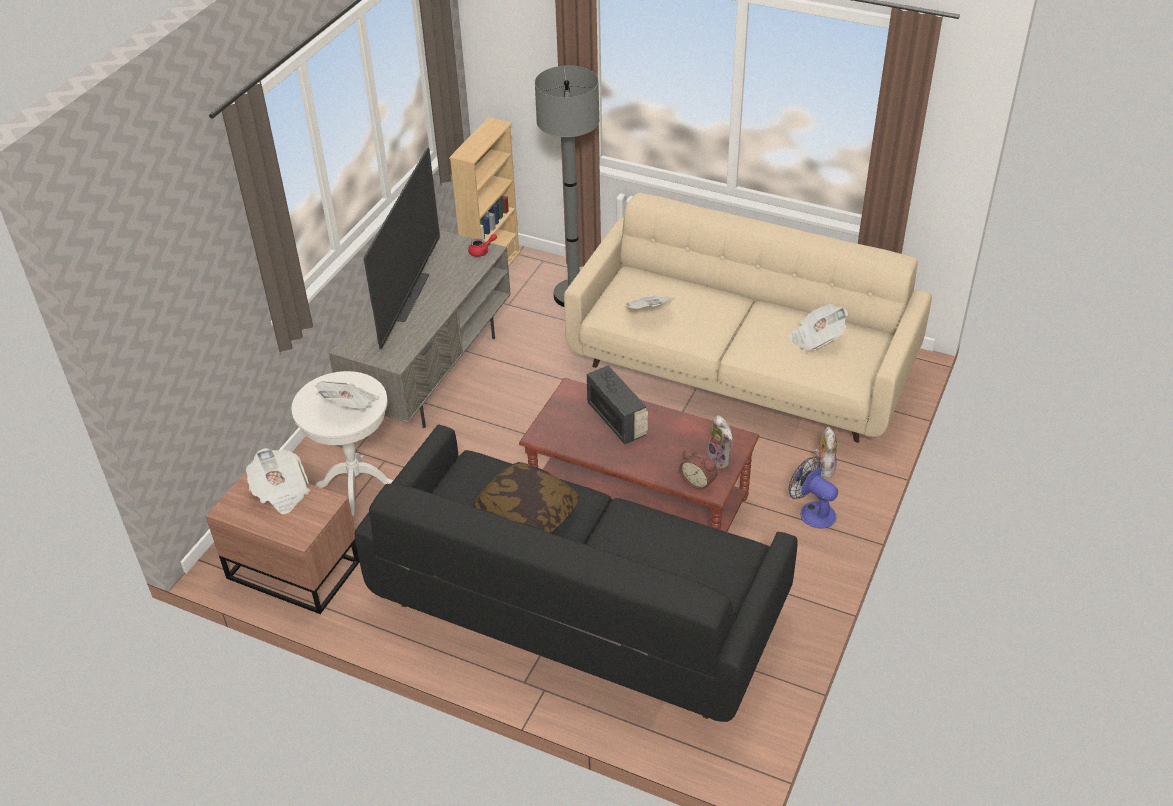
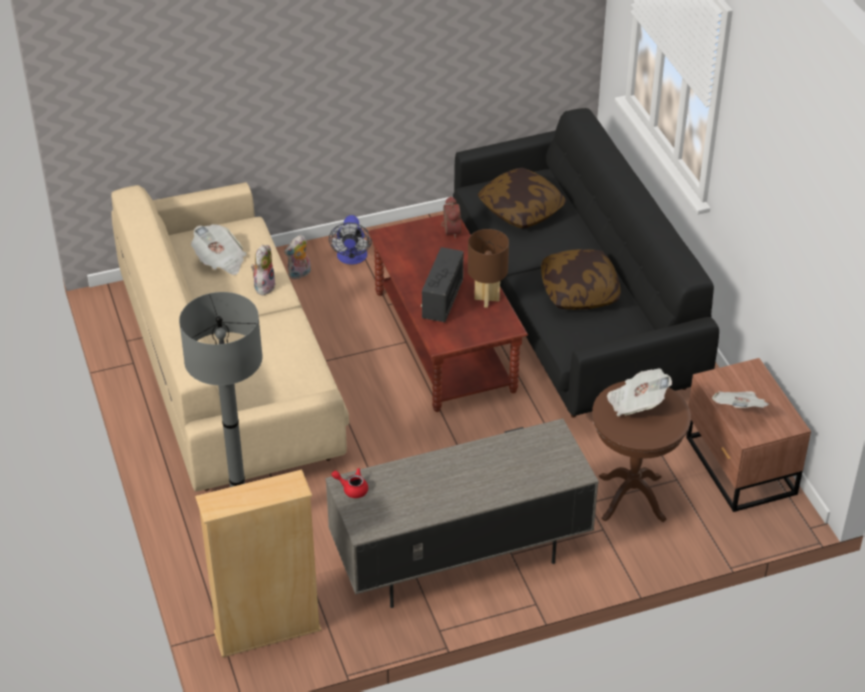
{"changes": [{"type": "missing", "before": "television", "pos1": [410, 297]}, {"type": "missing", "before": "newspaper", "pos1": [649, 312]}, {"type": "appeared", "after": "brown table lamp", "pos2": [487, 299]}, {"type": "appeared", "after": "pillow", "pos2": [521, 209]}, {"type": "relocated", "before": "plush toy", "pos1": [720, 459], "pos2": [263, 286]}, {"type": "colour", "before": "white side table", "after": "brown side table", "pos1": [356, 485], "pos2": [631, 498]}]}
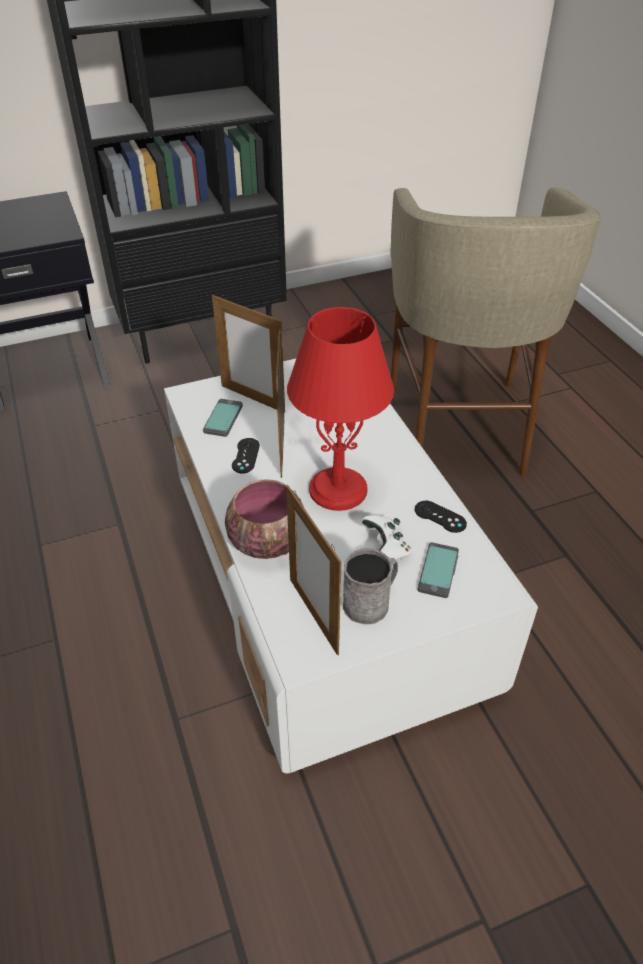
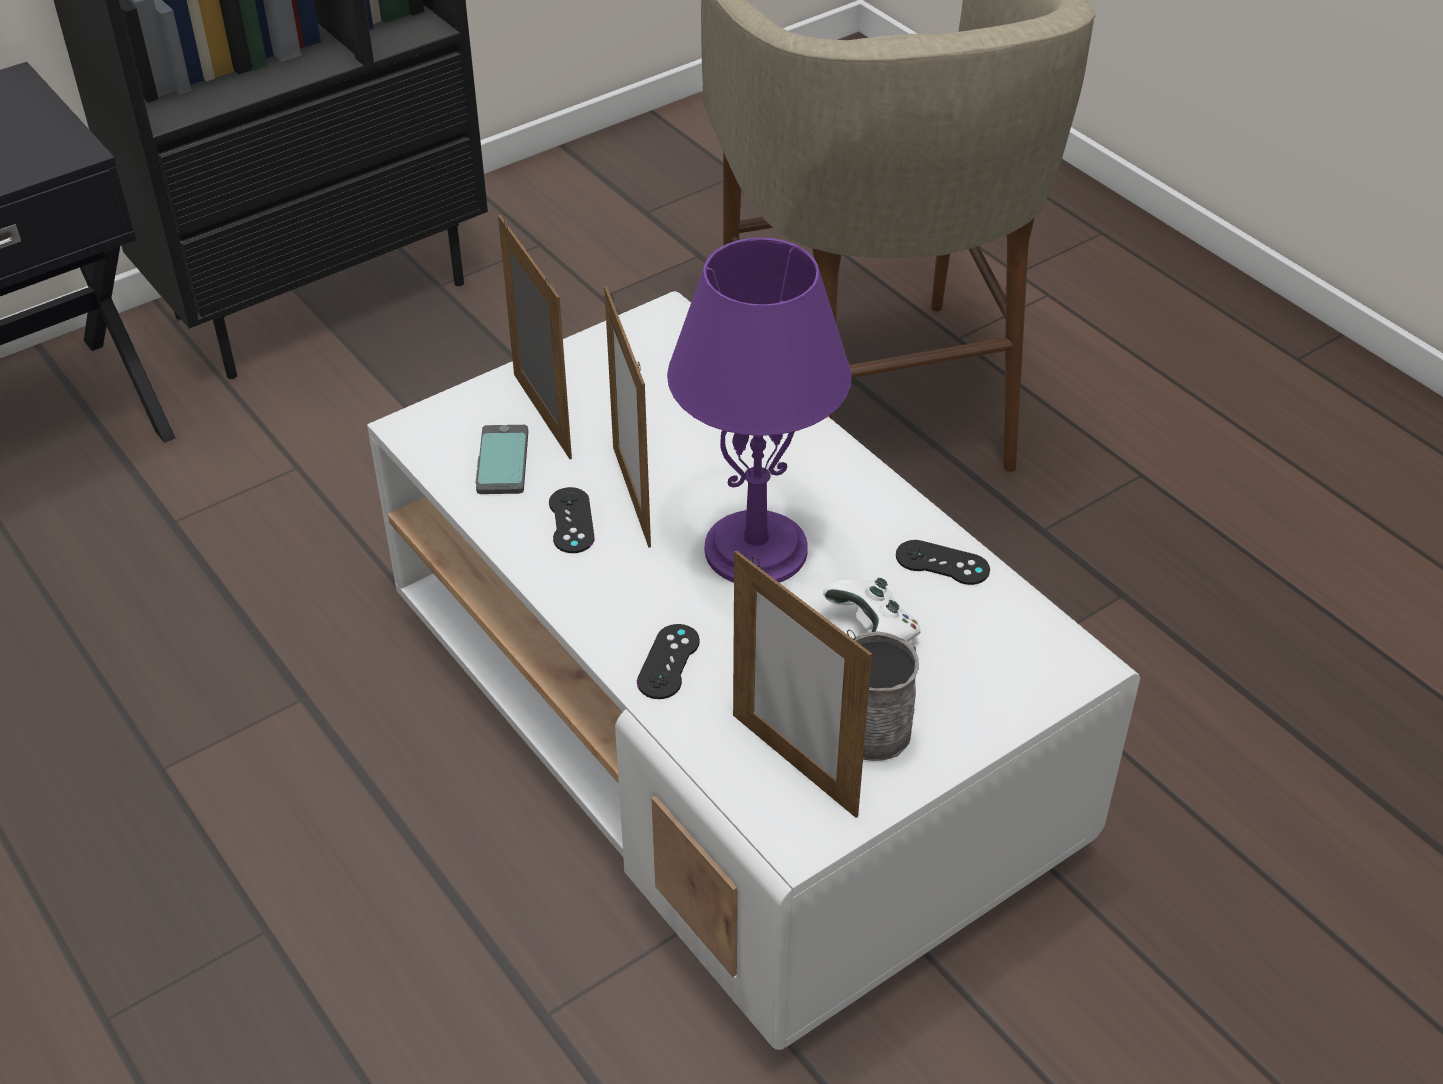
{"changes": [{"type": "missing", "before": "phone", "pos1": [438, 571]}, {"type": "exchanged", "before": "bowl", "after": "black game controller", "pos1": [266, 542], "pos2": [668, 662]}, {"type": "colour", "before": "red table lamp", "after": "purple table lamp", "pos1": [337, 490], "pos2": [755, 550]}, {"type": "spun", "before": "picture frame", "pos1": [253, 398], "pos2": [541, 415], "turn": -135}]}
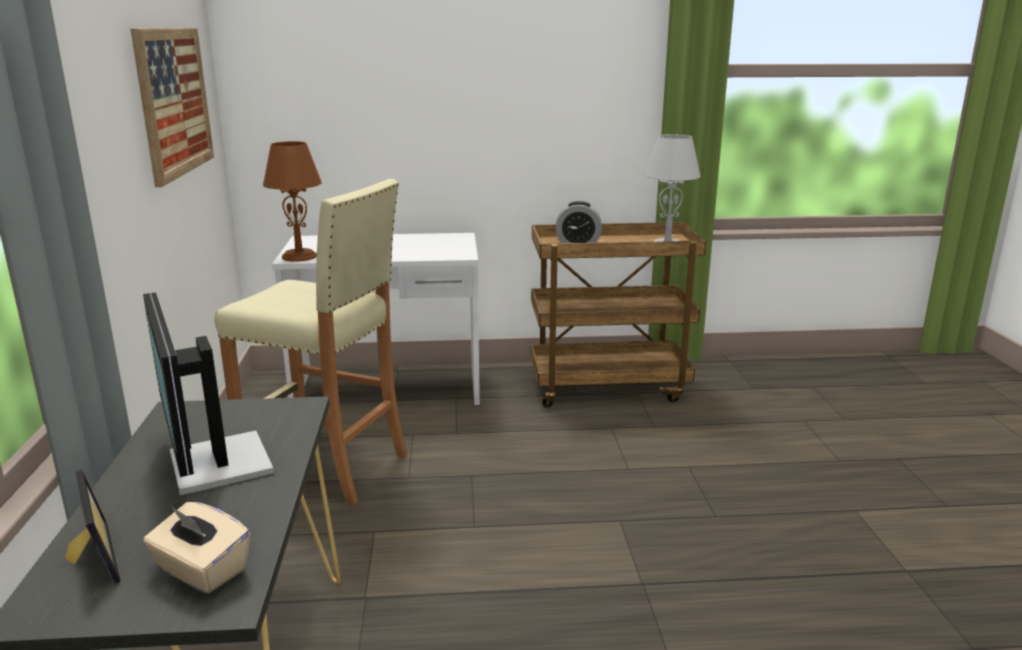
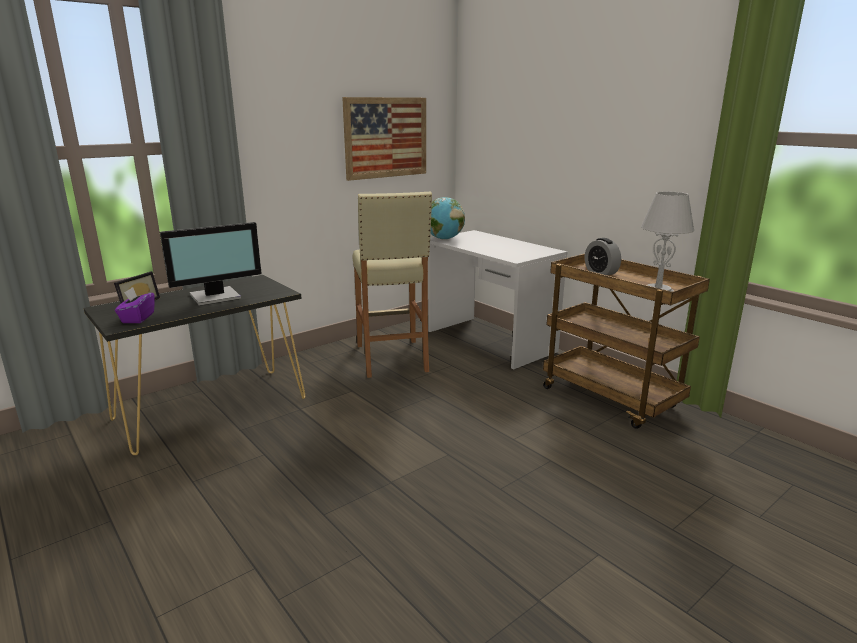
{"changes": [{"type": "exchanged", "before": "brown table lamp", "after": "globe", "pos1": [299, 257], "pos2": [444, 239]}, {"type": "colour", "before": "beige tissue box", "after": "purple tissue box", "pos1": [201, 571], "pos2": [137, 318]}, {"type": "spun", "before": "monitor", "pos1": [215, 465], "pos2": [216, 297], "turn": -150}]}
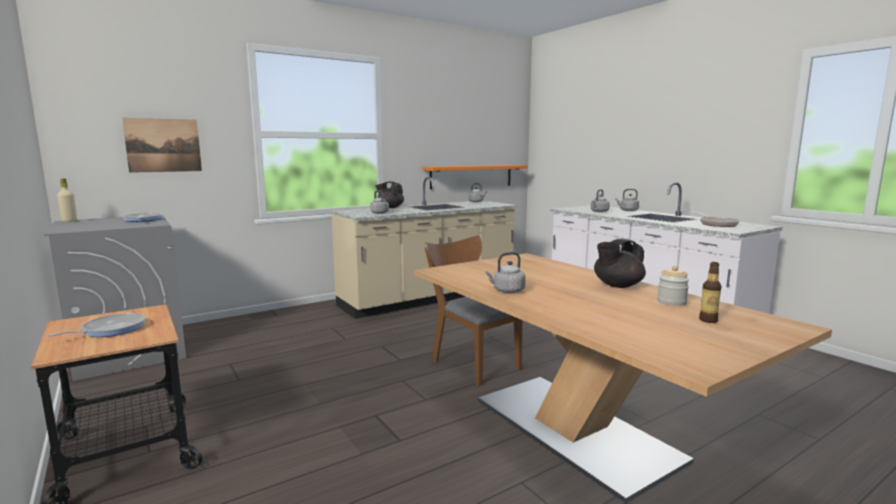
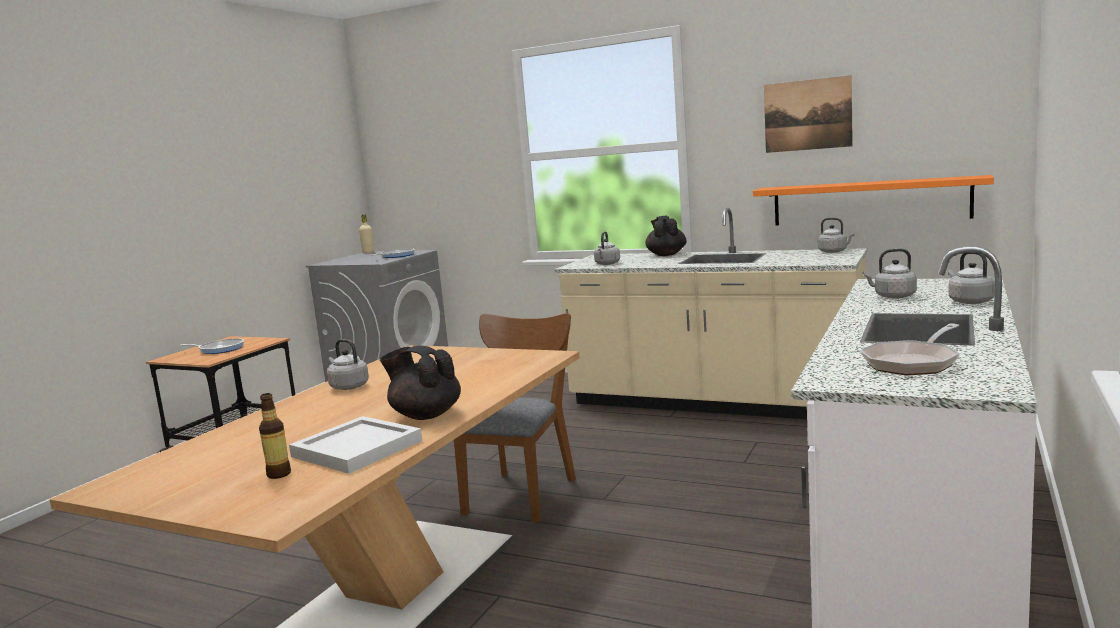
{"changes": [{"type": "relocated", "before": "picture", "pos1": [163, 145], "pos2": [807, 115]}, {"type": "exchanged", "before": "jar", "after": "white tray", "pos1": [671, 302], "pos2": [359, 448]}]}
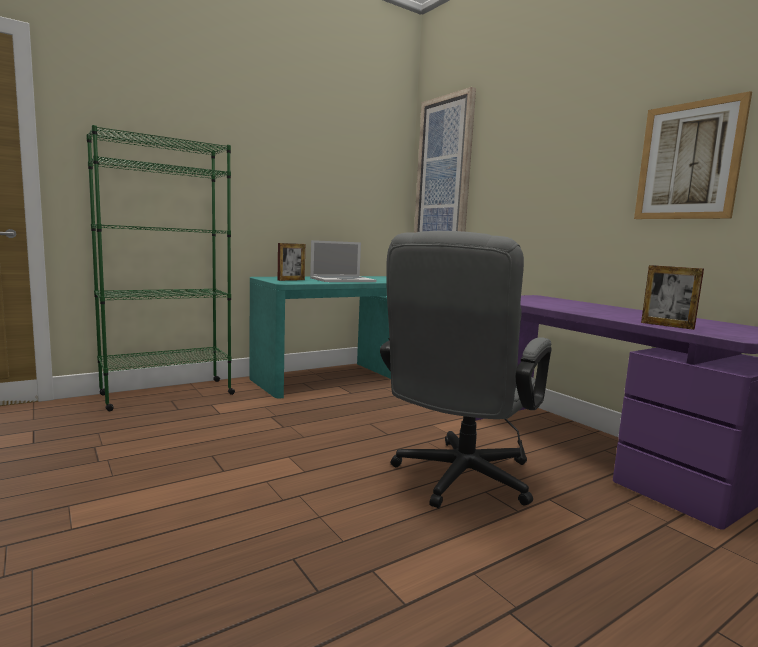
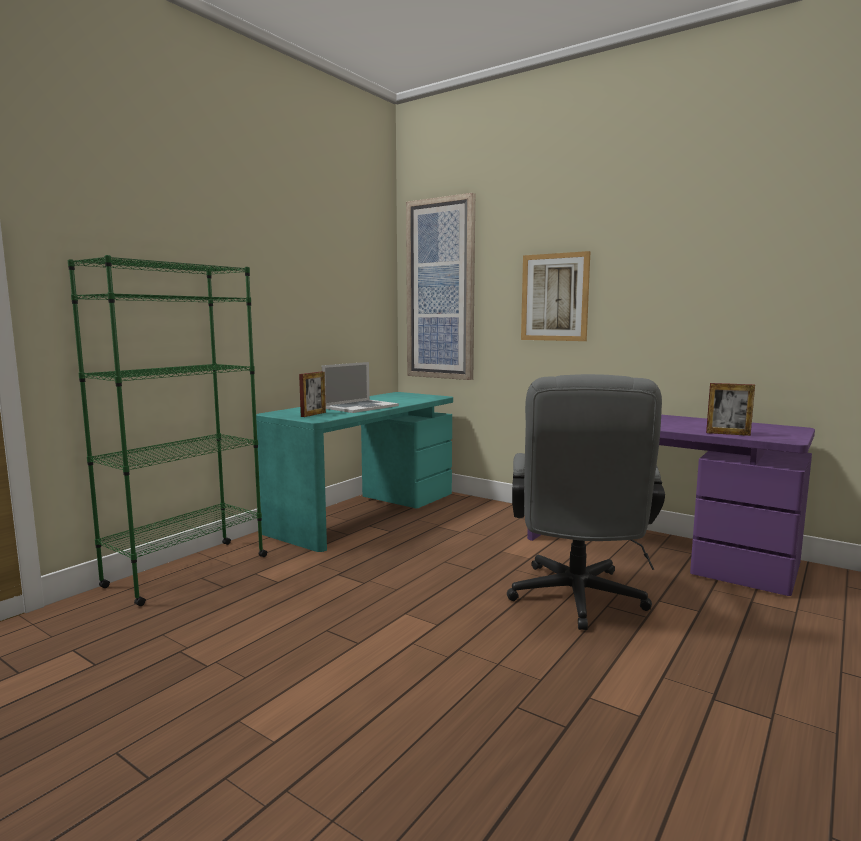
{"changes": [{"type": "relocated", "before": "picture", "pos1": [688, 161], "pos2": [554, 297]}]}
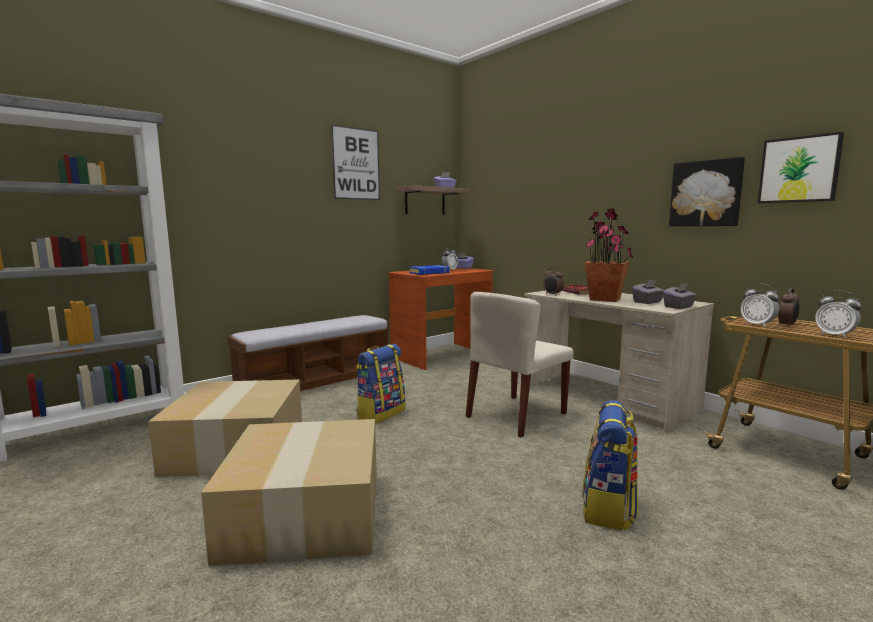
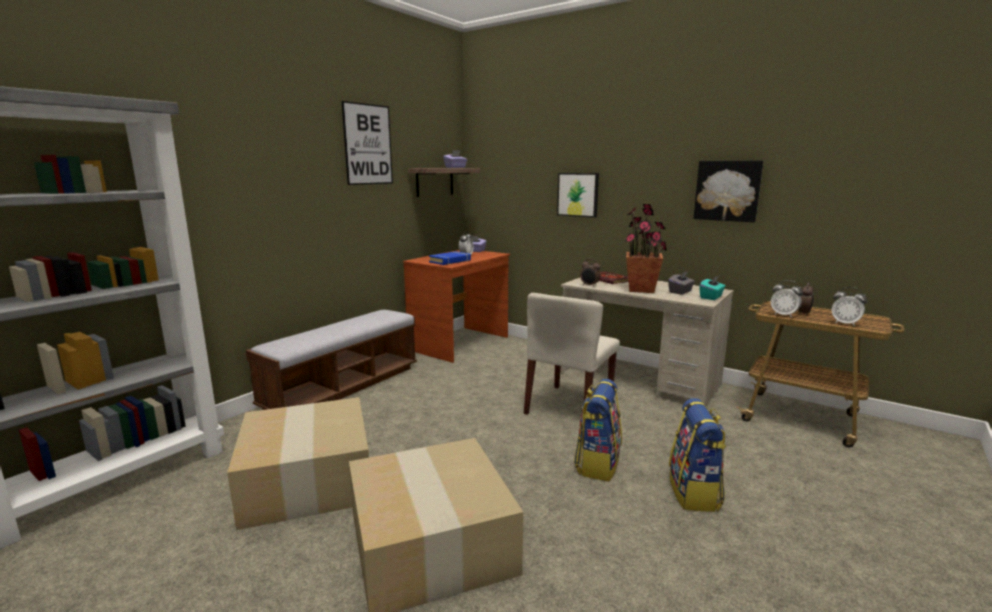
{"changes": [{"type": "relocated", "before": "backpack", "pos1": [380, 413], "pos2": [597, 463]}, {"type": "relocated", "before": "picture", "pos1": [799, 170], "pos2": [578, 194]}, {"type": "colour", "before": "grey tissue box", "after": "turquoise tissue box", "pos1": [679, 307], "pos2": [711, 297]}]}
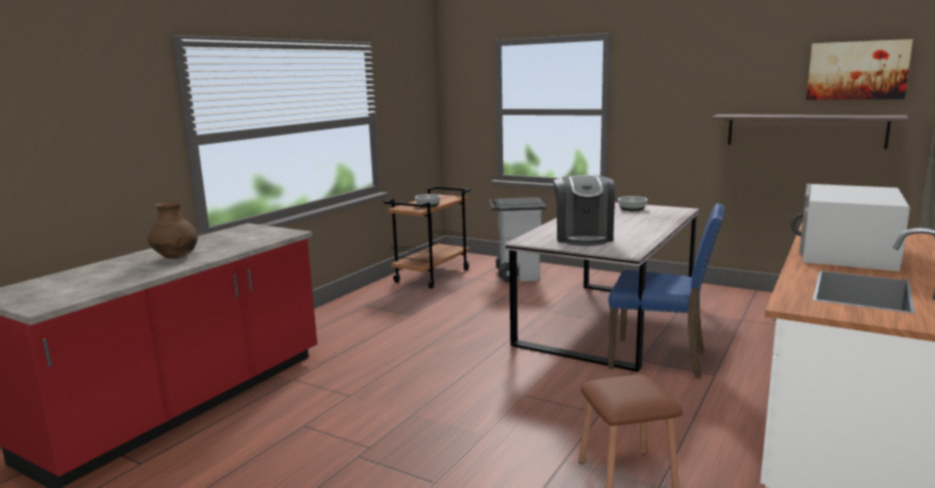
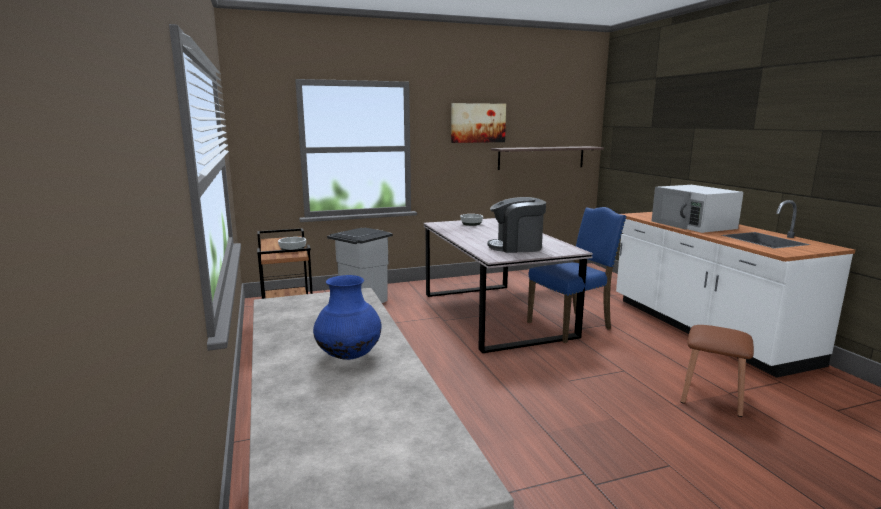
{"changes": [{"type": "relocated", "before": "picture", "pos1": [857, 70], "pos2": [478, 123]}, {"type": "colour", "before": "brown vase", "after": "blue vase", "pos1": [176, 258], "pos2": [349, 356]}, {"type": "spun", "before": "coffee machine", "pos1": [583, 237], "pos2": [516, 247], "turn": 135}]}
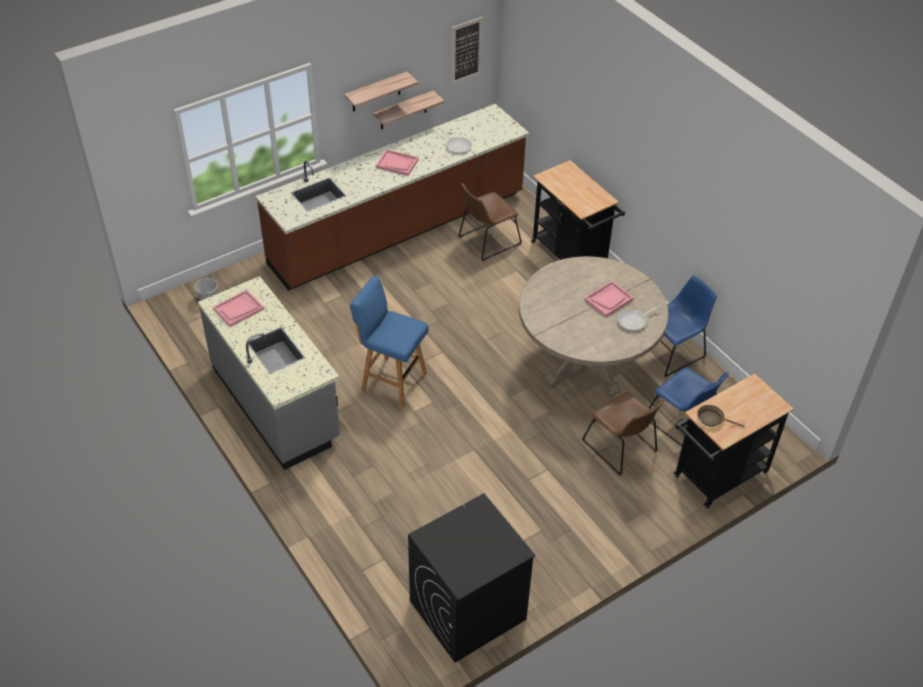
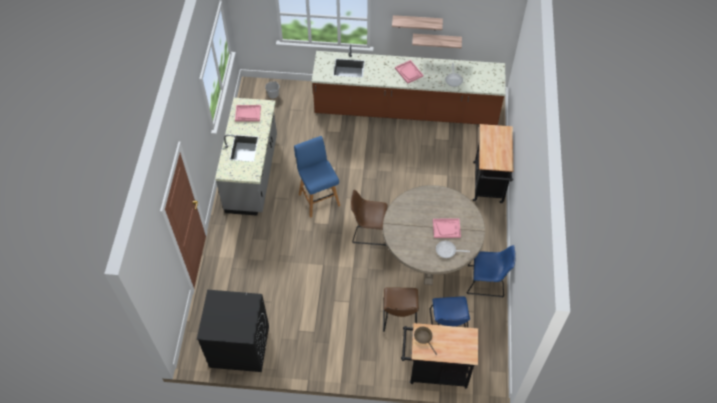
{"changes": [{"type": "missing", "before": "picture", "pos1": [466, 51]}, {"type": "relocated", "before": "brown chair", "pos1": [487, 241], "pos2": [369, 230]}]}
